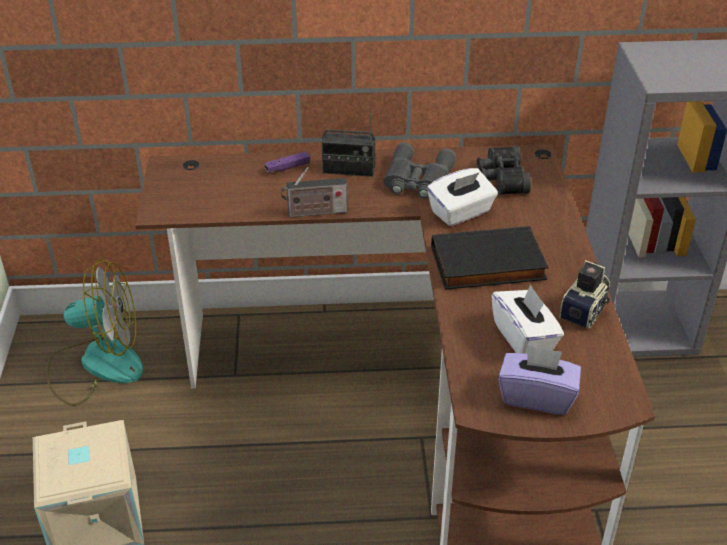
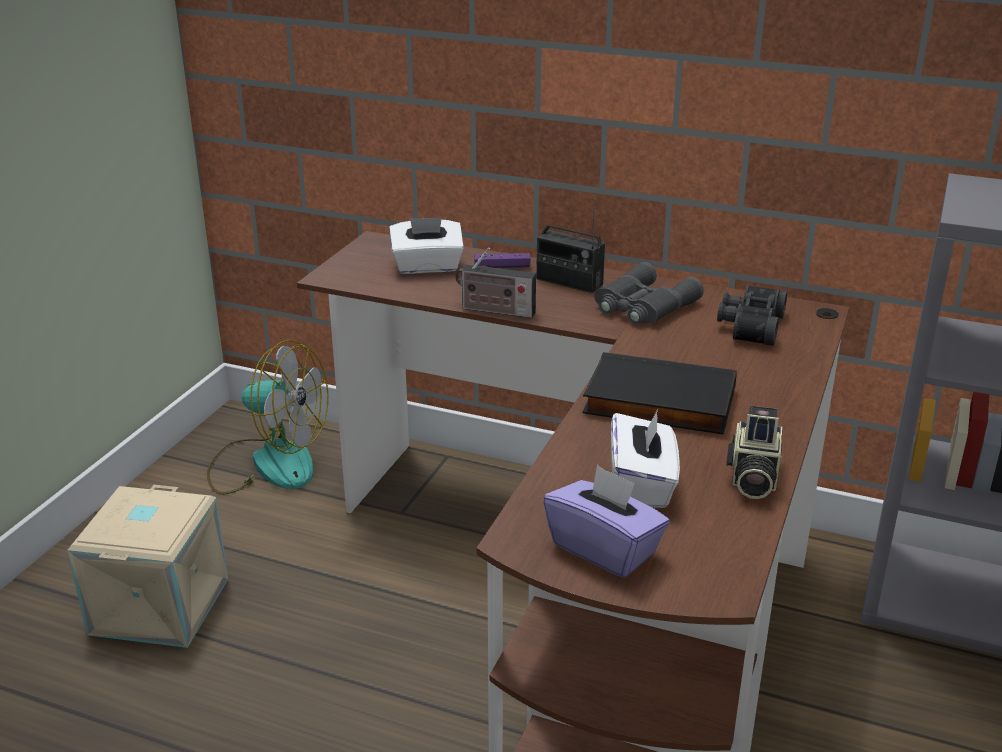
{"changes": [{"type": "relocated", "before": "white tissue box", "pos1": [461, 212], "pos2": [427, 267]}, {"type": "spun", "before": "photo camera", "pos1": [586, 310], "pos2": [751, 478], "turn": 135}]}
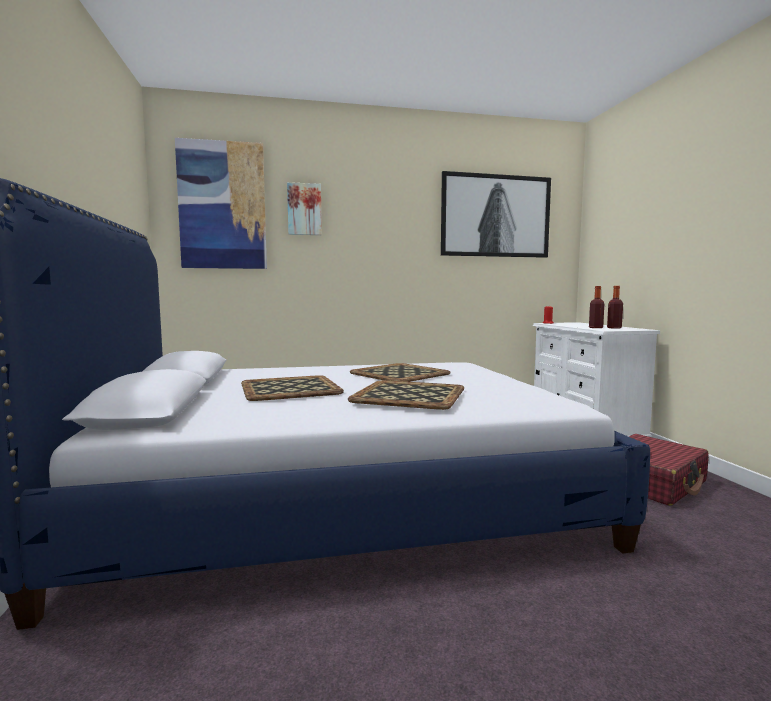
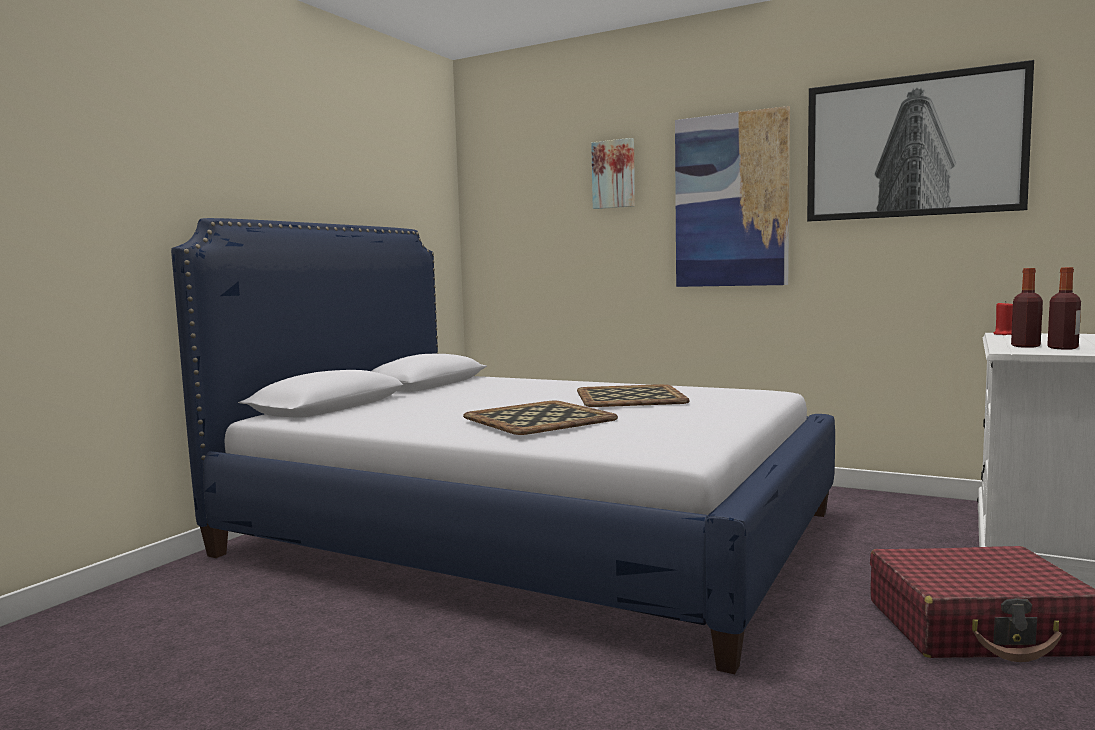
{"changes": [{"type": "missing", "before": "tray", "pos1": [289, 389]}, {"type": "relocated", "before": "picture", "pos1": [223, 206], "pos2": [731, 201]}]}
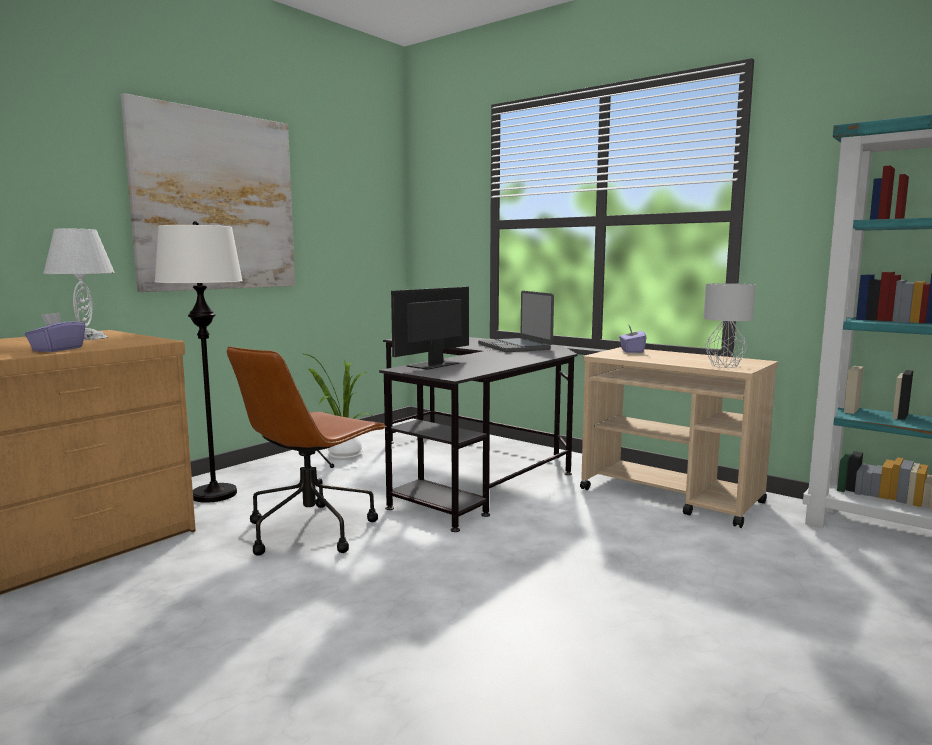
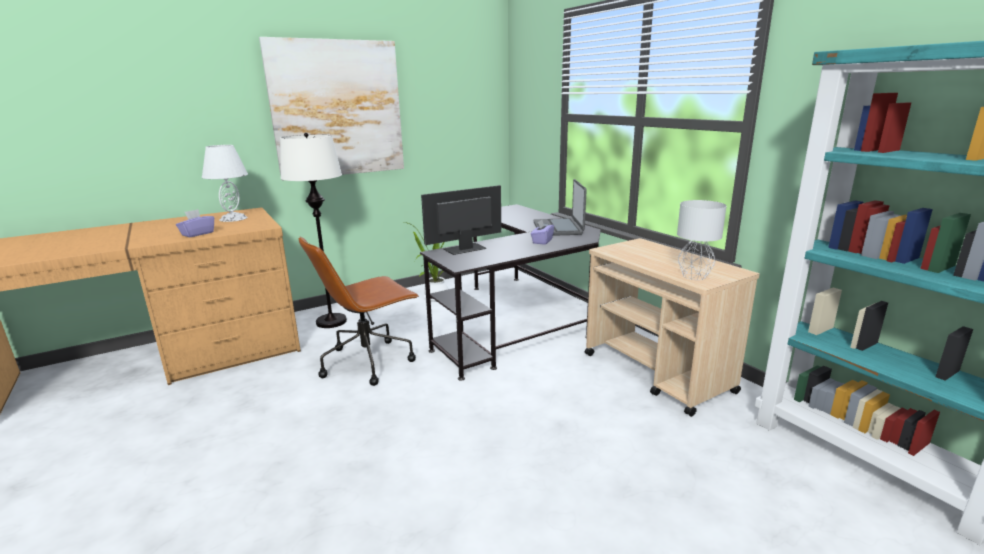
{"changes": [{"type": "relocated", "before": "purple tissue box", "pos1": [631, 351], "pos2": [542, 241]}]}
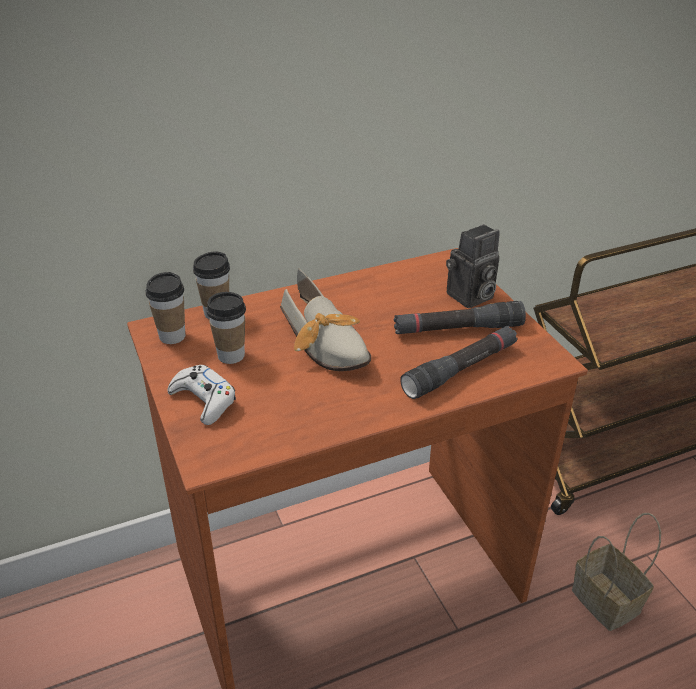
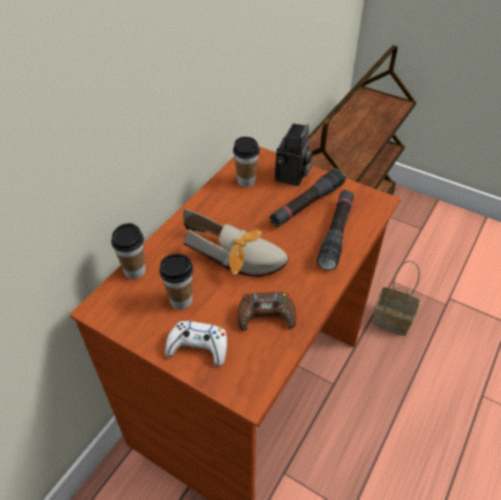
{"changes": [{"type": "appeared", "after": "brown game controller", "pos2": [266, 316]}, {"type": "relocated", "before": "cup", "pos1": [172, 336], "pos2": [246, 181]}]}
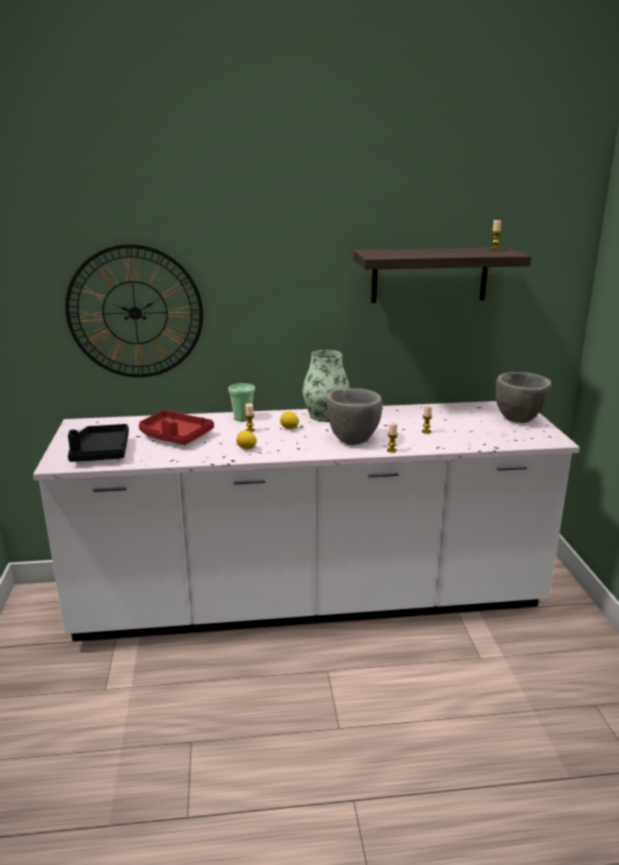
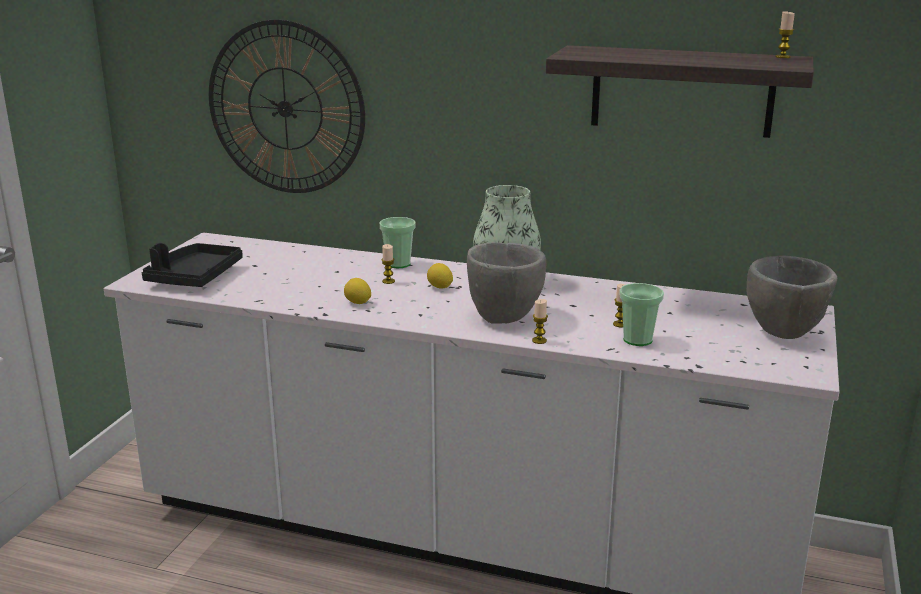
{"changes": [{"type": "missing", "before": "red tray", "pos1": [174, 436]}, {"type": "appeared", "after": "cup", "pos2": [637, 340]}]}
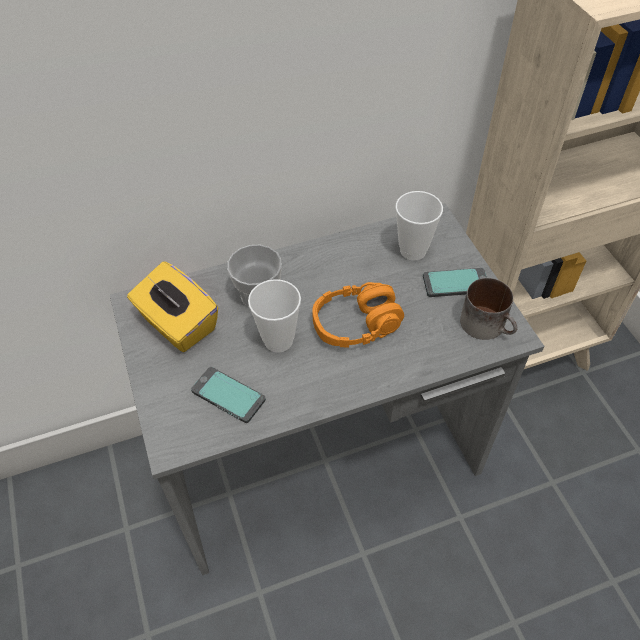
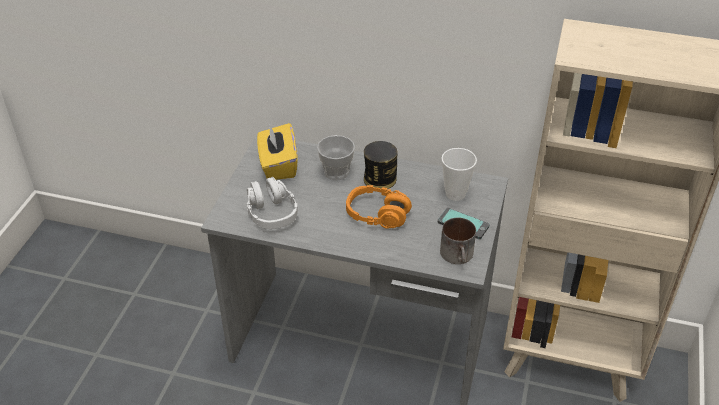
{"changes": [{"type": "missing", "before": "cup", "pos1": [278, 340]}, {"type": "appeared", "after": "can", "pos2": [380, 179]}, {"type": "exchanged", "before": "phone", "after": "grey headphones", "pos1": [228, 395], "pos2": [271, 212]}]}
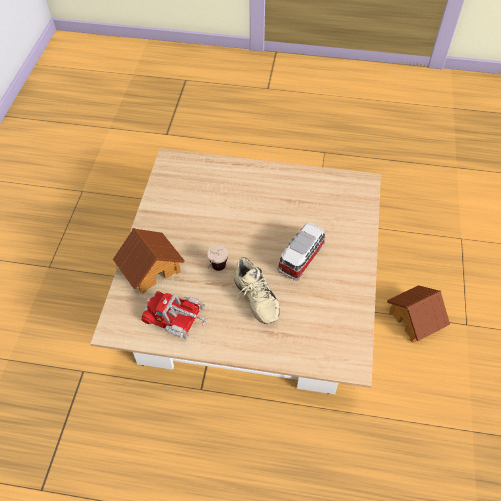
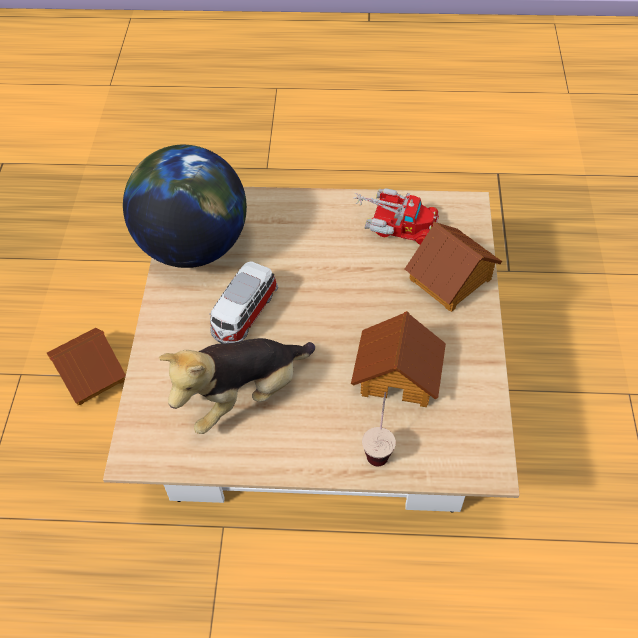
{"changes": [{"type": "missing", "before": "beige shoe", "pos1": [253, 300]}, {"type": "appeared", "after": "globe", "pos2": [193, 245]}, {"type": "appeared", "after": "plush toy", "pos2": [244, 395]}, {"type": "appeared", "after": "toy house", "pos2": [398, 374]}, {"type": "relocated", "before": "cup", "pos1": [216, 272], "pos2": [379, 444]}]}
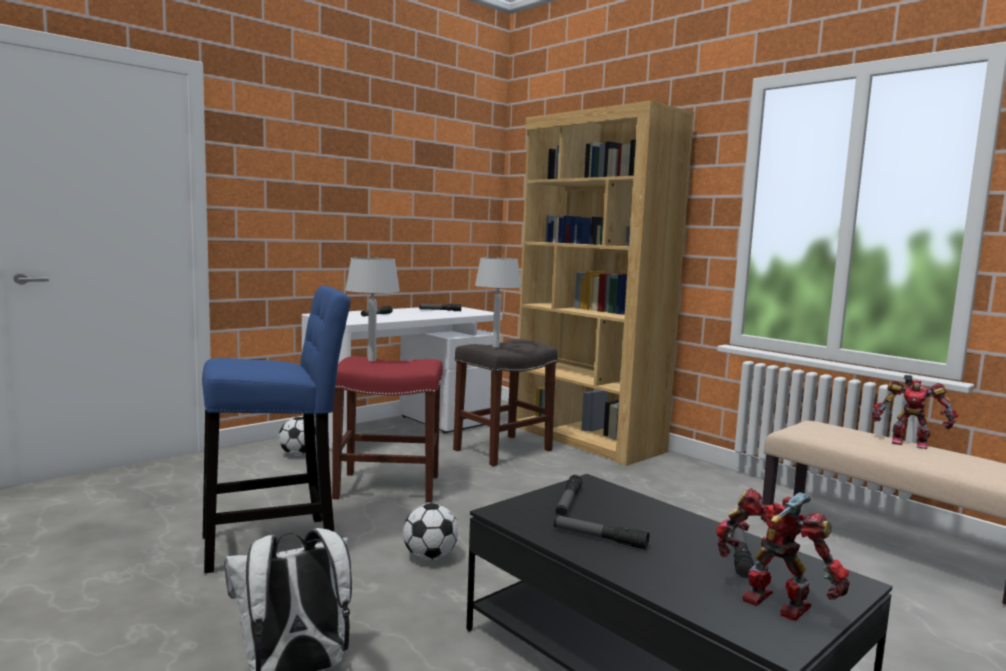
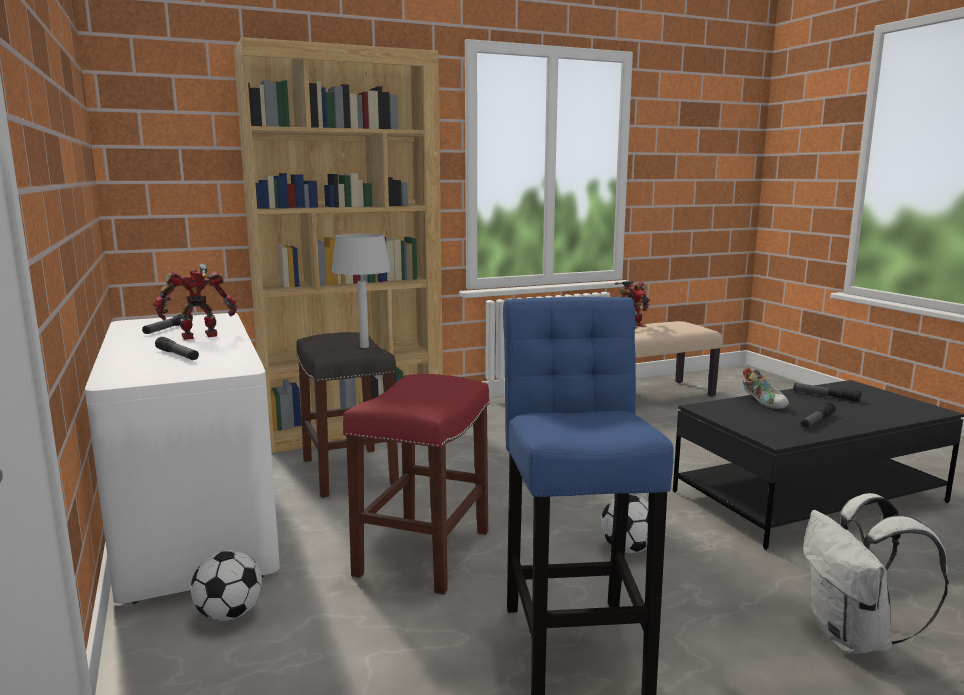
{"changes": [{"type": "missing", "before": "grey table lamp", "pos1": [372, 360]}, {"type": "missing", "before": "flashlight", "pos1": [568, 502]}, {"type": "appeared", "after": "shoe", "pos2": [764, 402]}, {"type": "relocated", "before": "toy robot", "pos1": [774, 606], "pos2": [200, 336]}]}
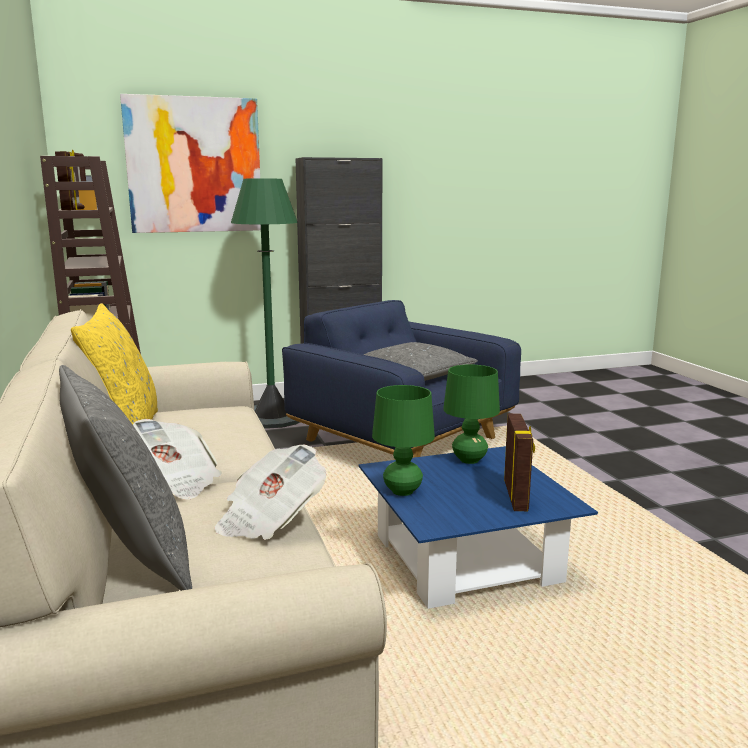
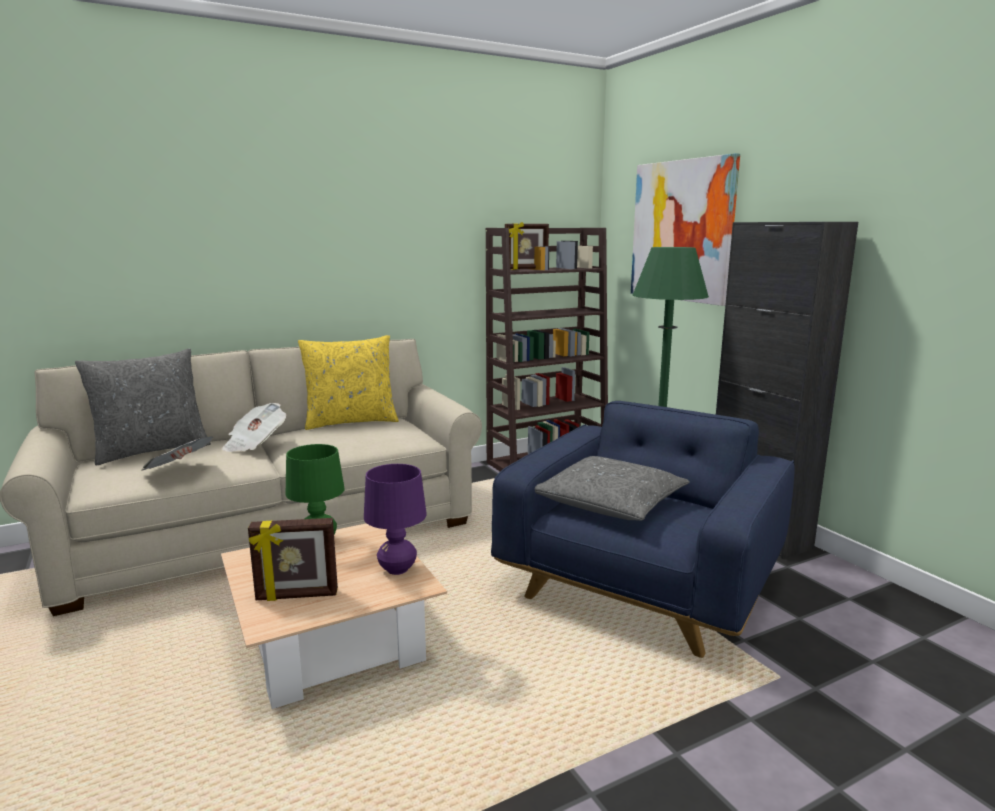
{"changes": [{"type": "colour", "before": "blue coffee table", "after": "beige coffee table", "pos1": [466, 558], "pos2": [333, 642]}, {"type": "colour", "before": "green table lamp", "after": "purple table lamp", "pos1": [469, 460], "pos2": [397, 569]}]}
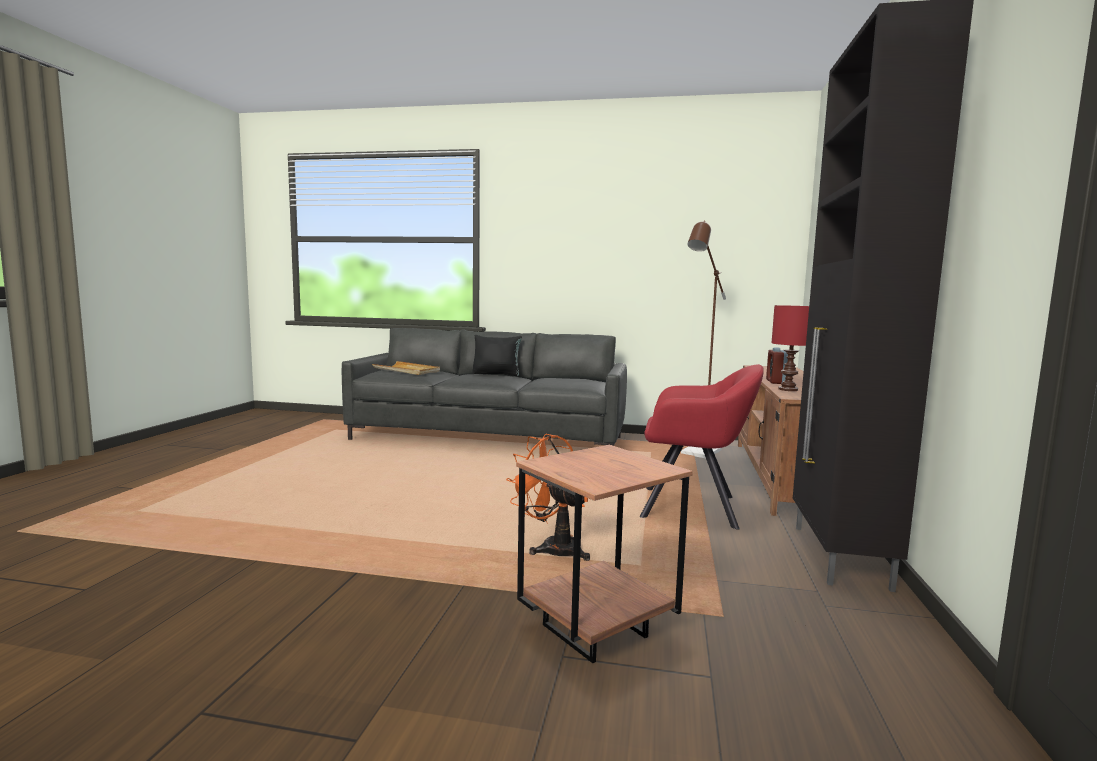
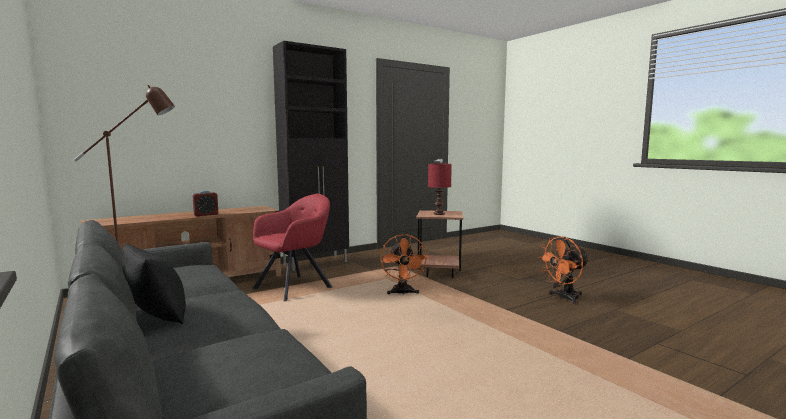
{"changes": [{"type": "missing", "before": "beige tray", "pos1": [407, 370]}, {"type": "appeared", "after": "orange fan", "pos2": [563, 298]}, {"type": "relocated", "before": "red table lamp", "pos1": [788, 389], "pos2": [438, 214]}, {"type": "spun", "before": "red armchair", "pos1": [693, 507], "pos2": [295, 287], "turn": 75}]}
